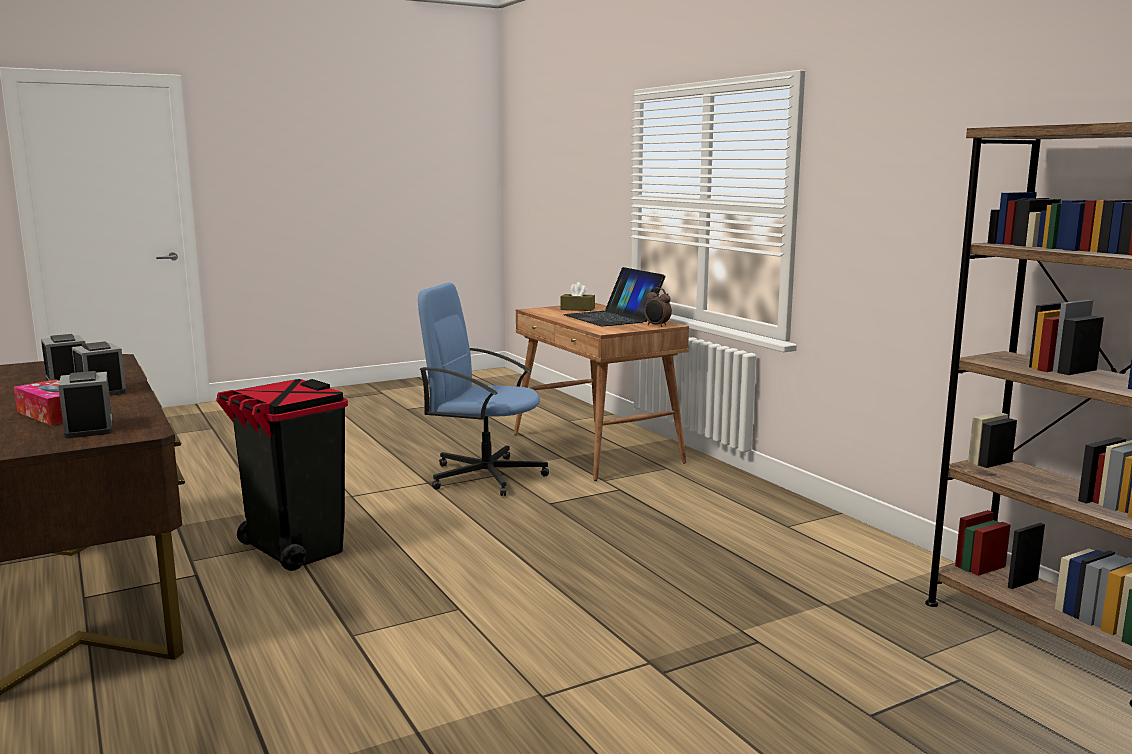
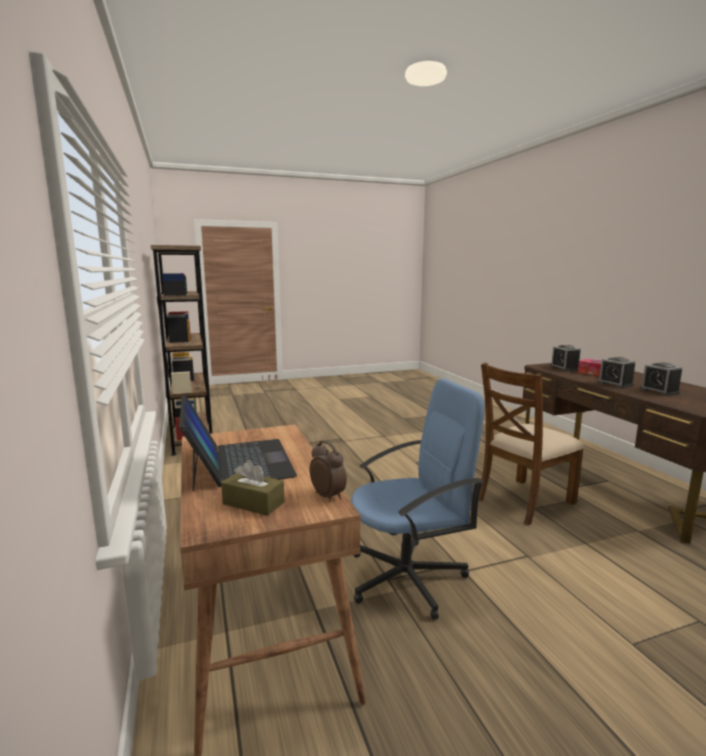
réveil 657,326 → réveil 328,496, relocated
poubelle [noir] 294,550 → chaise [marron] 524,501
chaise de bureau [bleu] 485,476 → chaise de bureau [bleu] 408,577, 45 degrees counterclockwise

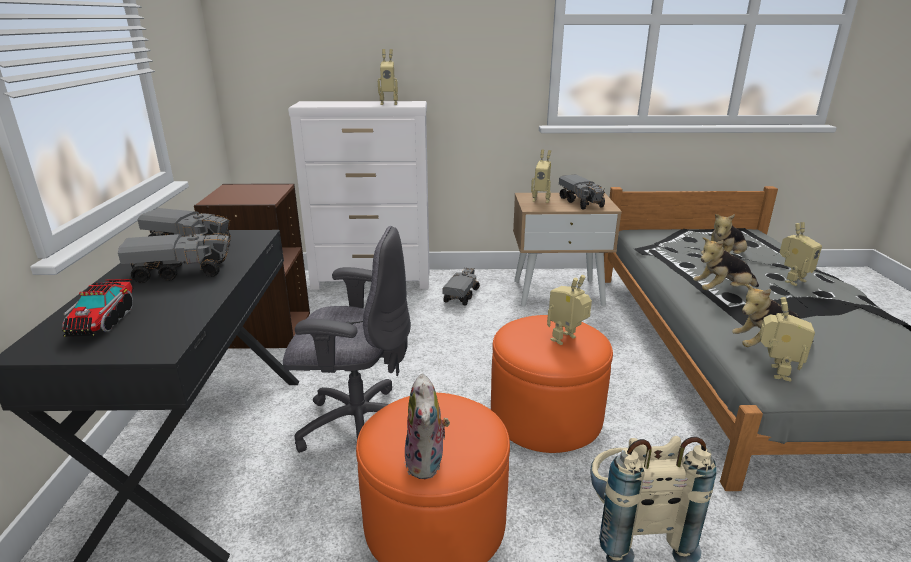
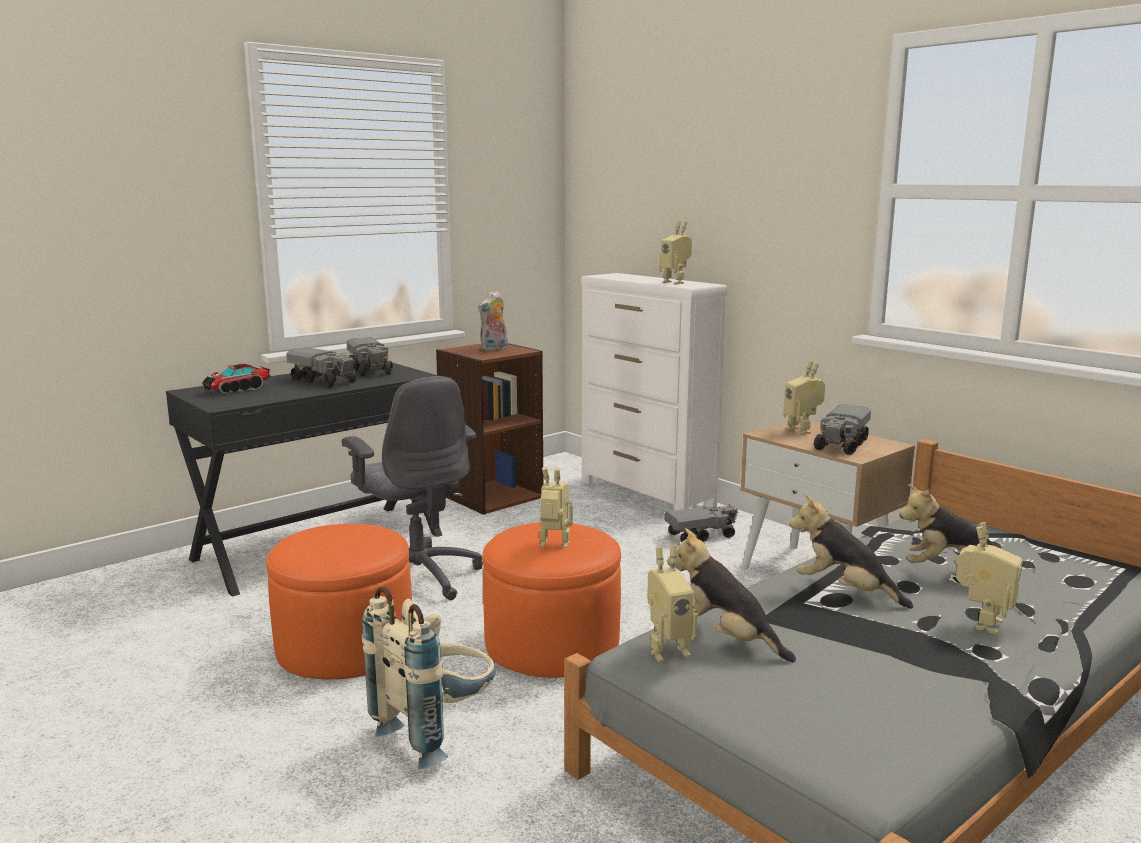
peluche 427,463 → peluche 494,349, relocated
robot jouet 791,280 → robot jouet 982,623, 75 degrees counterclockwise

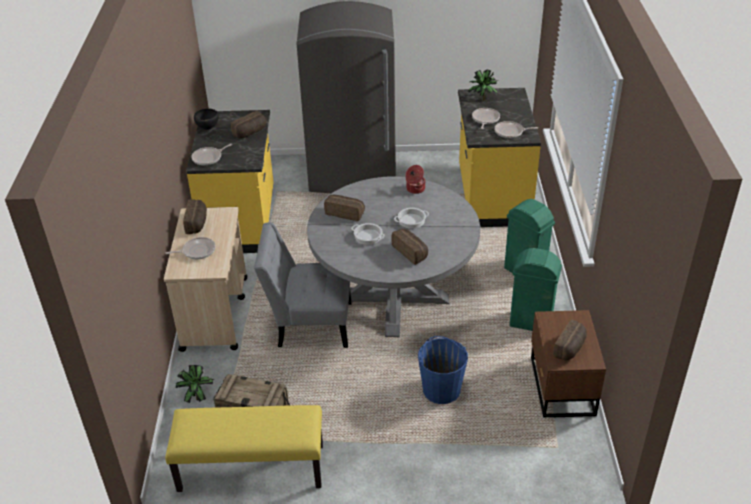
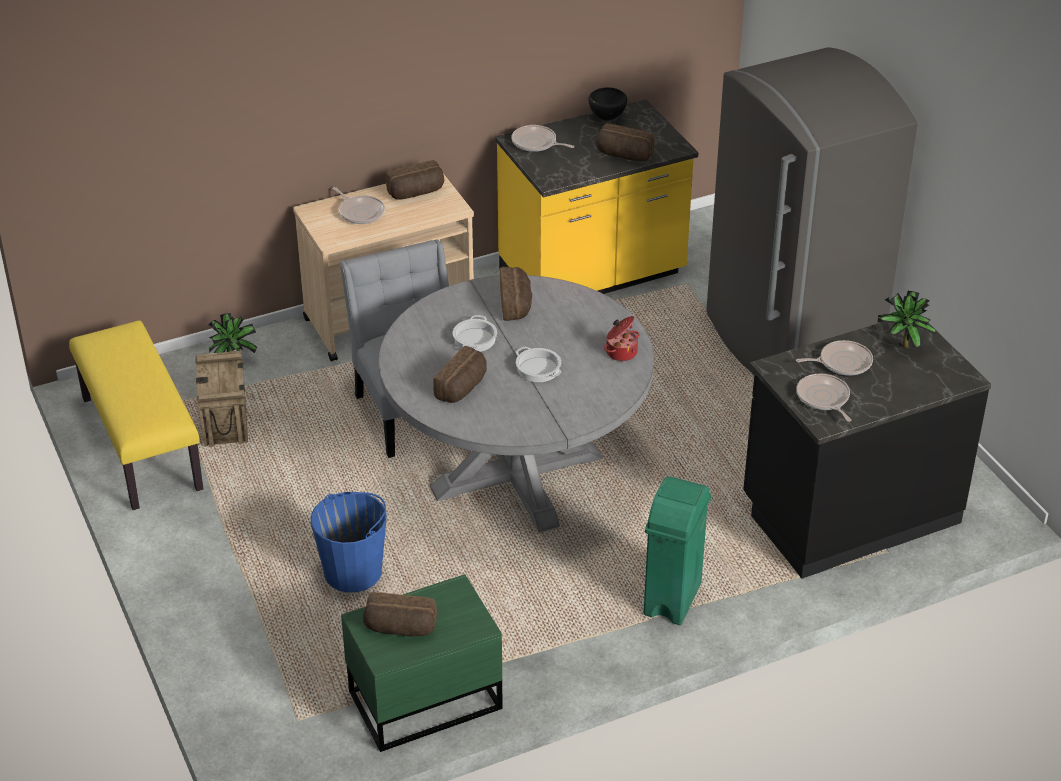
poubelle [vert] 531,323 → -
comptoir de cuisine [jaune] 491,197 → comptoir de cuisine [noir] 849,512
table de chevet [marron] 560,387 → table de chevet [vert] 422,699

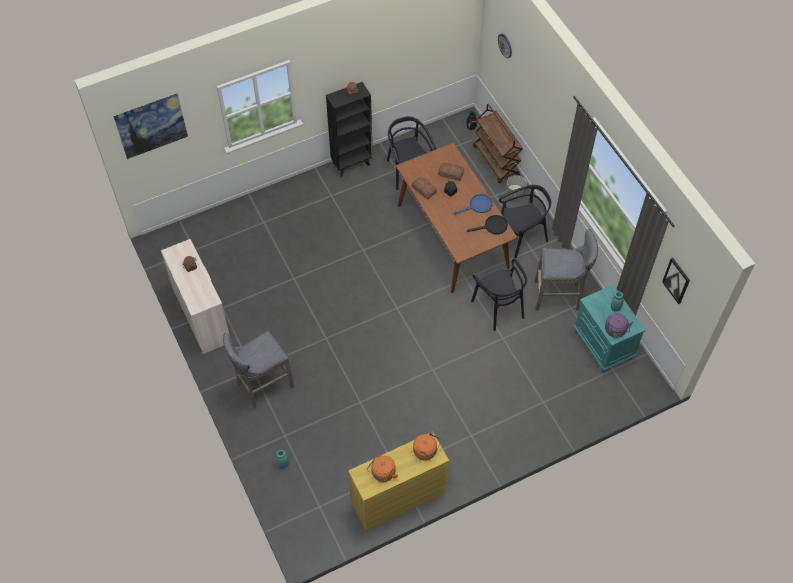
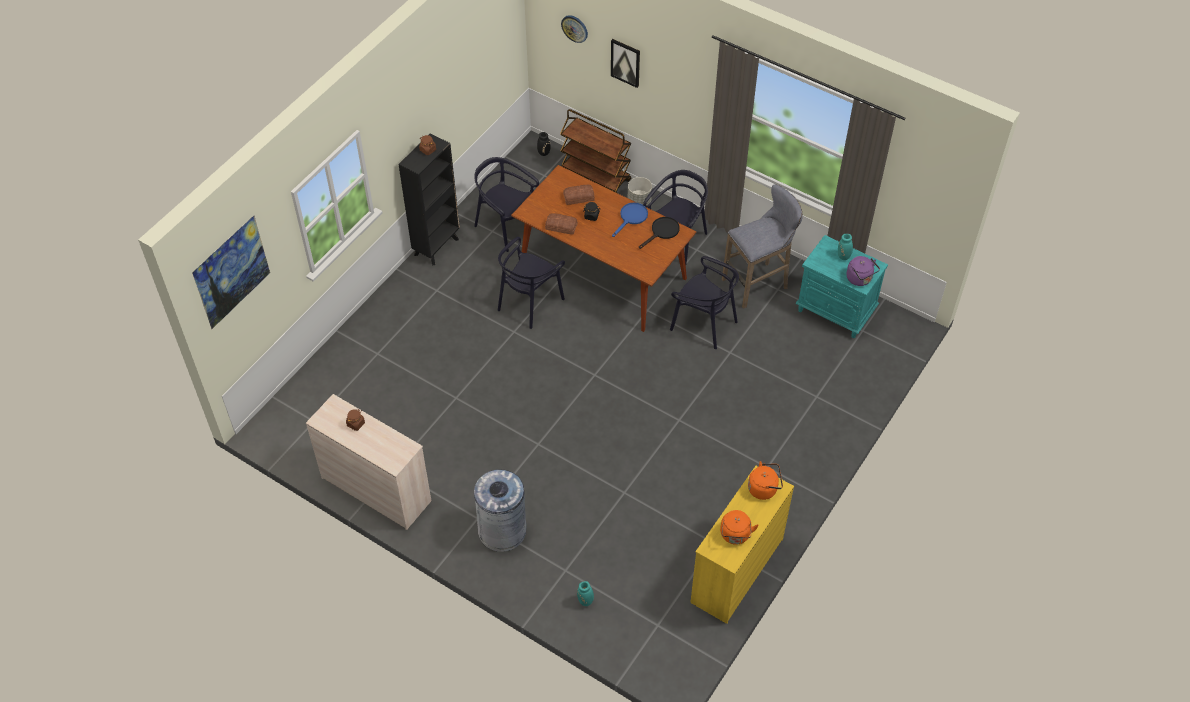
- → chaise [noir] 529,302
tableau 676,280 → tableau 625,62, relocated
tabouret [gris] 262,386 → poubelle [gris] 502,530

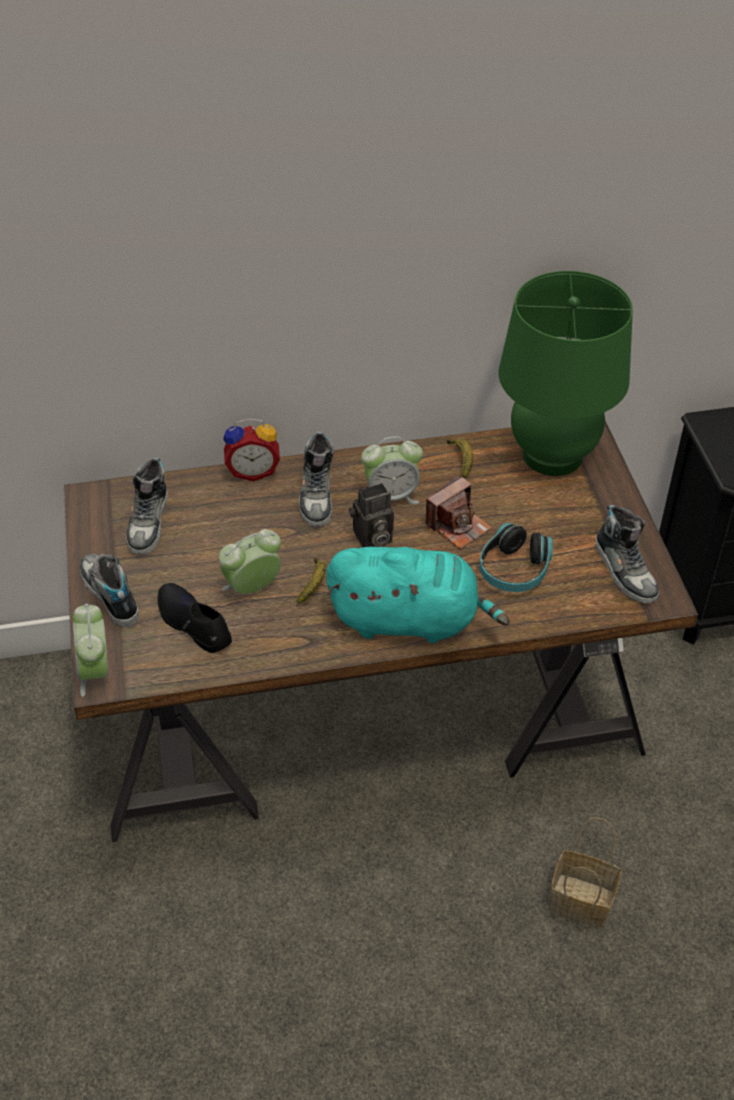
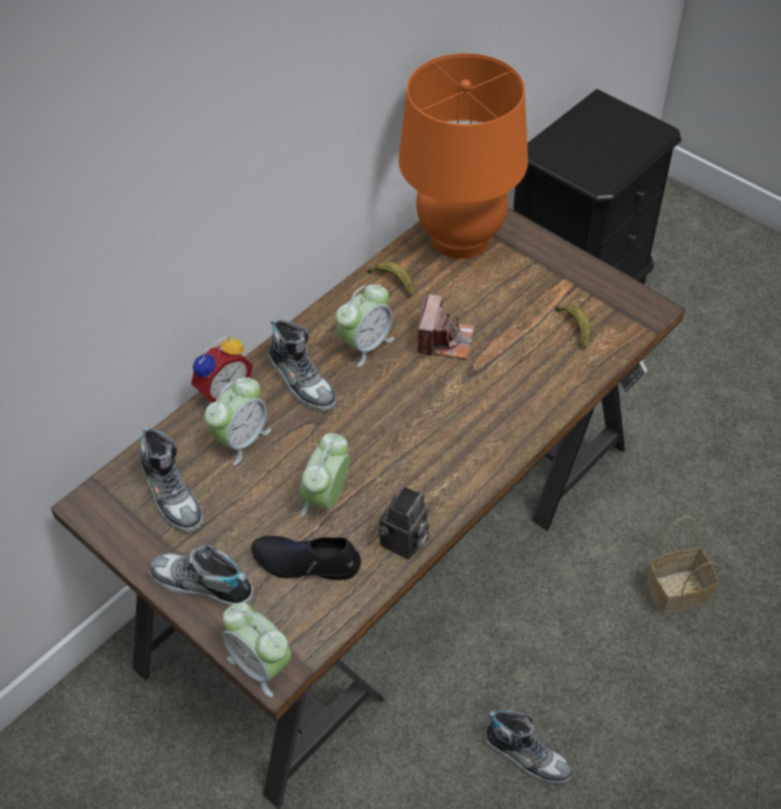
peluche [turquoise] 410,620 → -
casque audio 514,570 → -
- → réveil 242,440
banane 314,584 → banane 575,328, relocated
appareil photo 371,539 → appareil photo 405,543, relocated
chaussure 625,571 → chaussure 527,755, relocated
lampe de table [vert] 552,455 → lampe de table [orange] 460,238

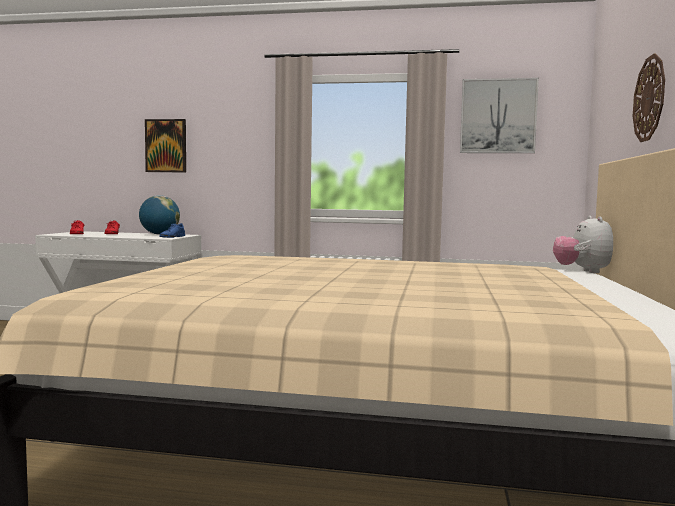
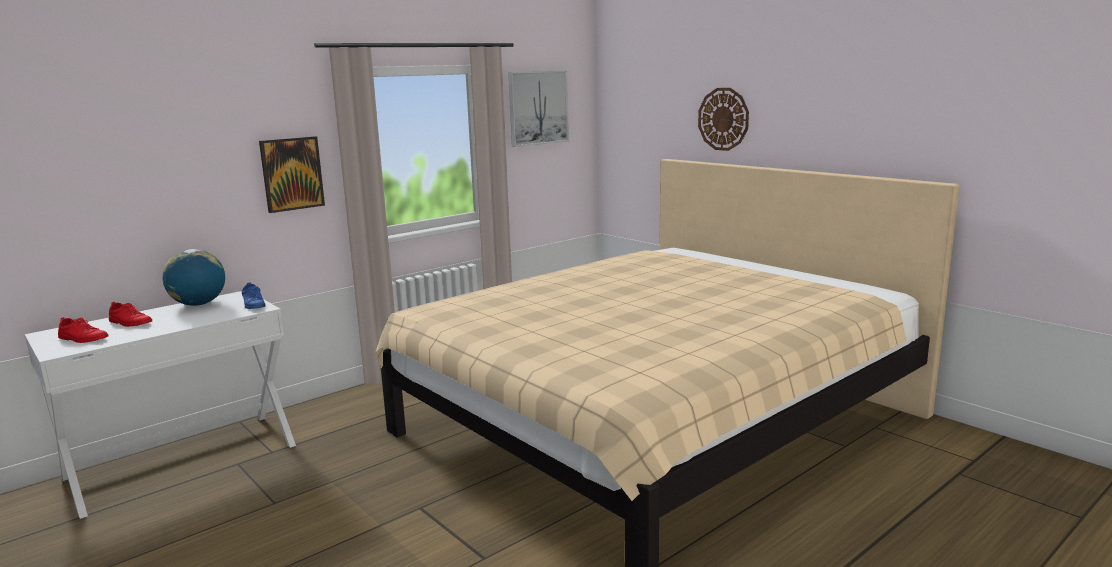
peluche 583,271 → -
tableau 166,146 → tableau 292,174, relocated

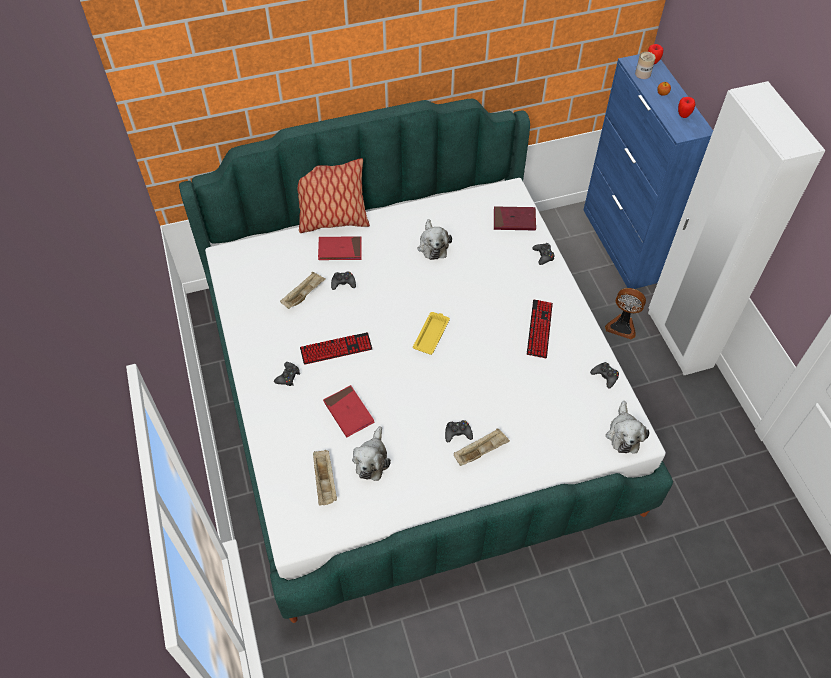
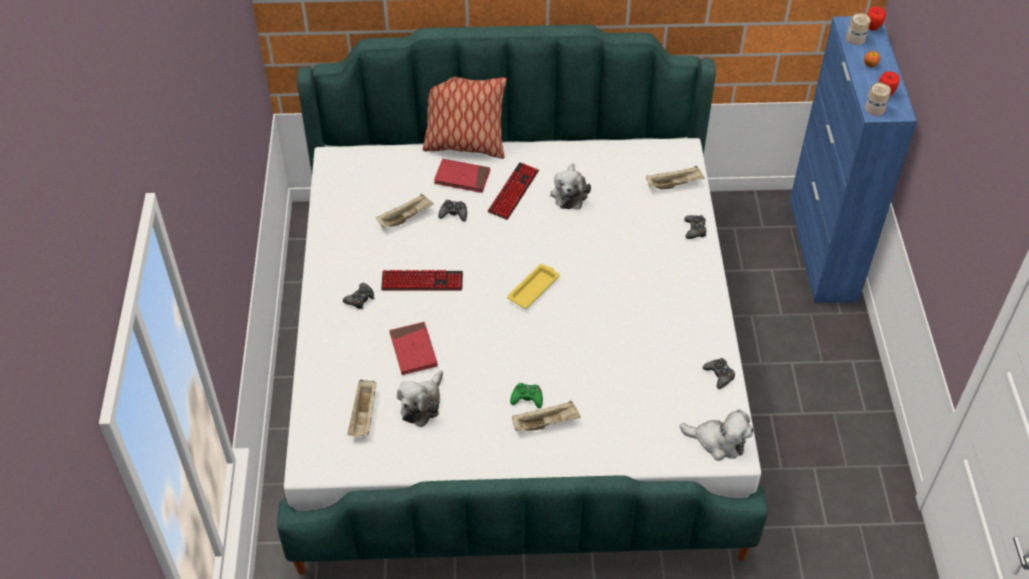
ventilateur 622,326 → -
armoire [blanc] 678,340 → -
- → boîte métallique 875,109
clavier 539,329 → clavier 513,192, relocated
livre [rouge] 514,220 → plateau [beige] 674,184
manette [noir] 458,433 → manette [vert] 527,398
peluche 624,434 → peluche 718,441, 90 degrees counterclockwise

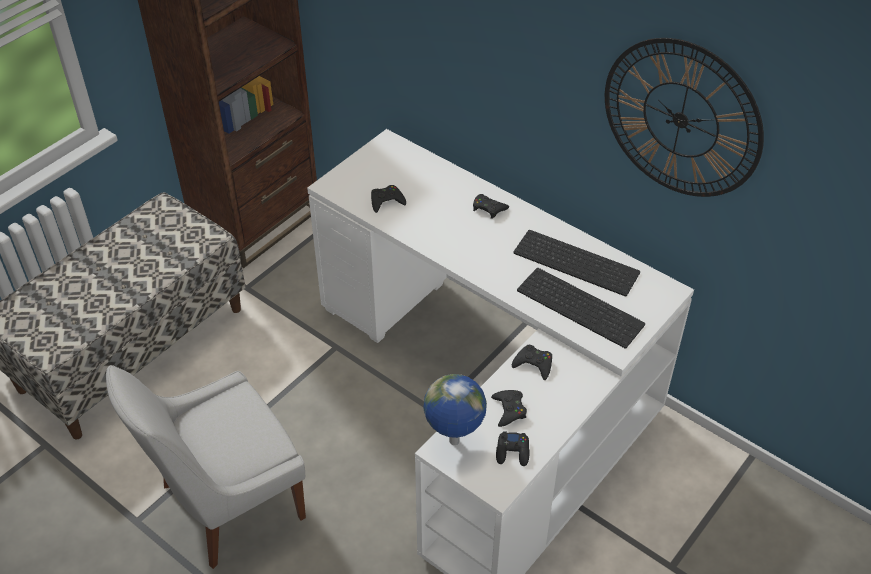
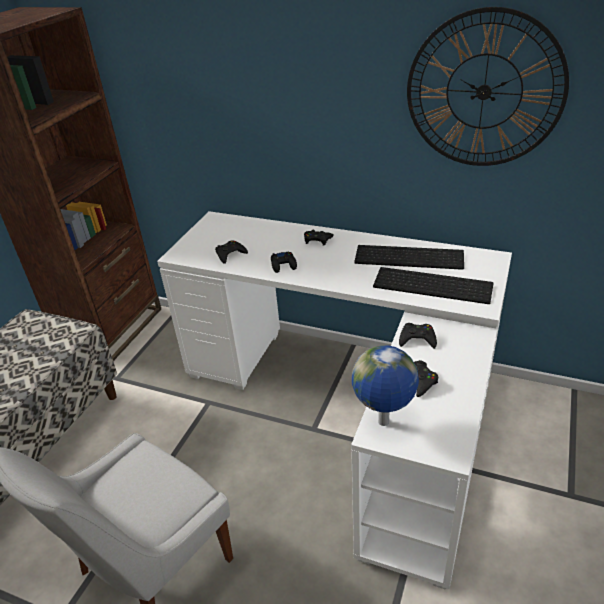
manette [noir] 513,452 → manette [noir] 283,265, relocated

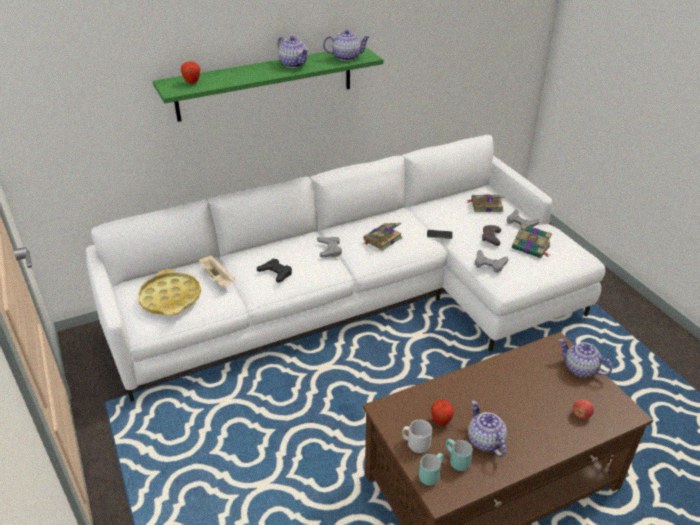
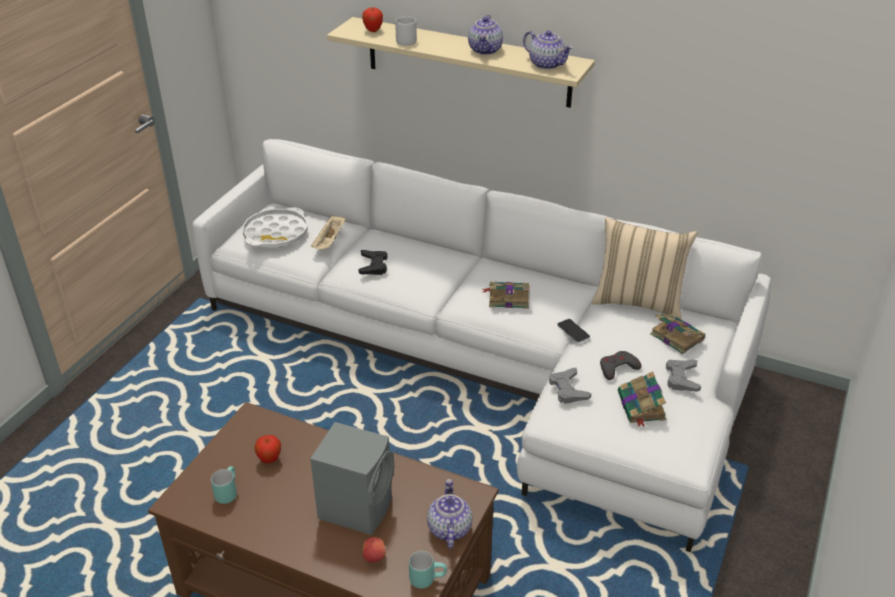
manette [gris] 329,249 → -
théière 484,441 → -
- → enceinte [gris] 357,506
- → coussin [beige] 638,302
mug [gris] 416,443 → mug [gris] 405,40, relocated
mug [turquoise] 430,474 → mug [turquoise] 427,578, relocated
plateau [jaune] 170,298 → plateau [blanc] 276,234
étagère [vert] 265,83 → étagère [beige] 468,62

